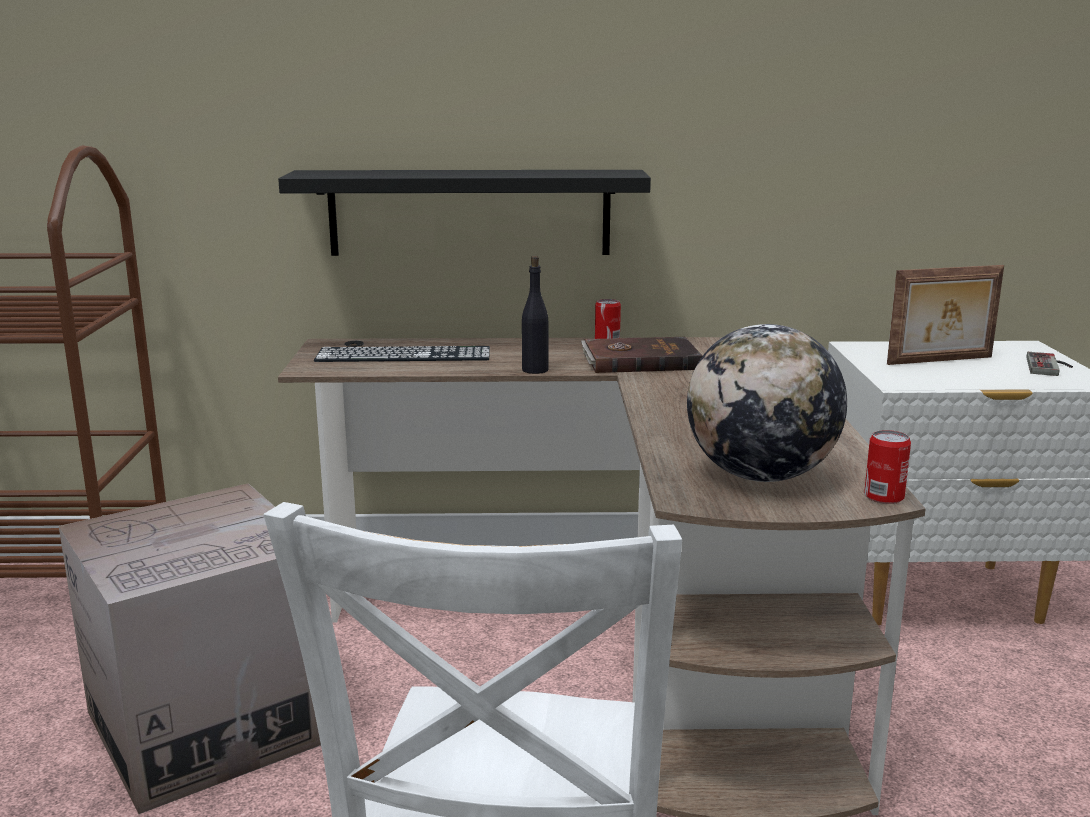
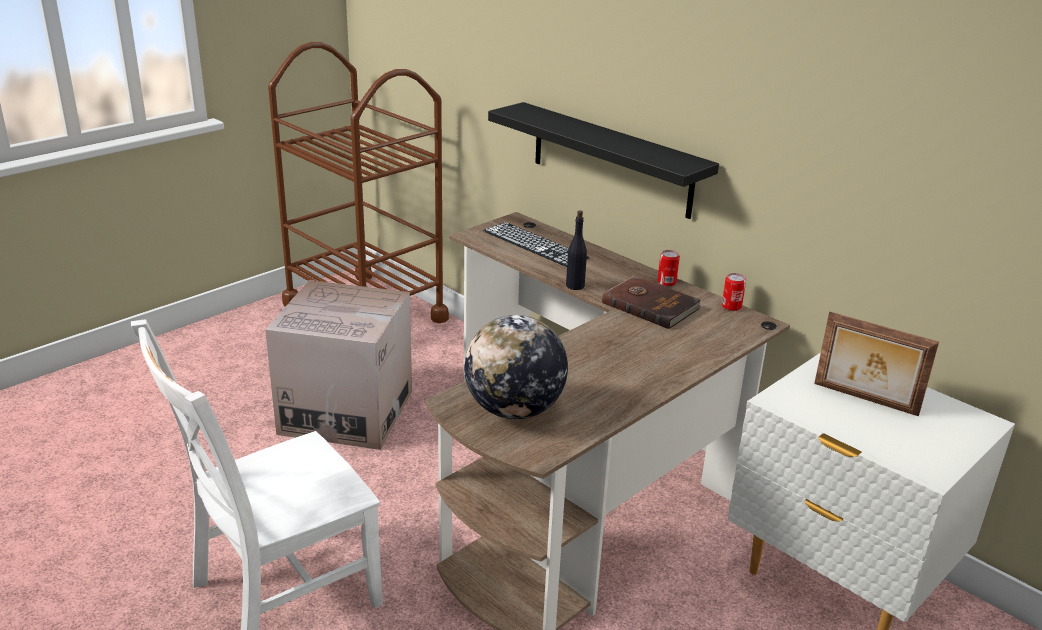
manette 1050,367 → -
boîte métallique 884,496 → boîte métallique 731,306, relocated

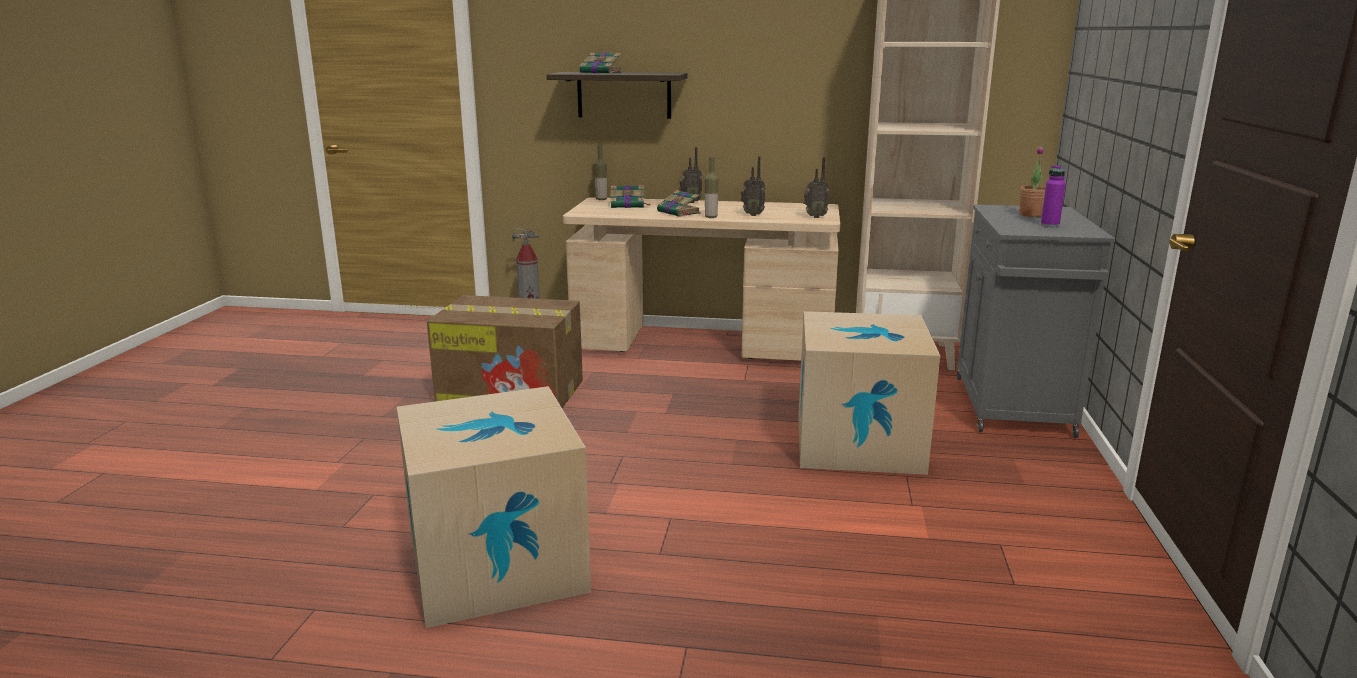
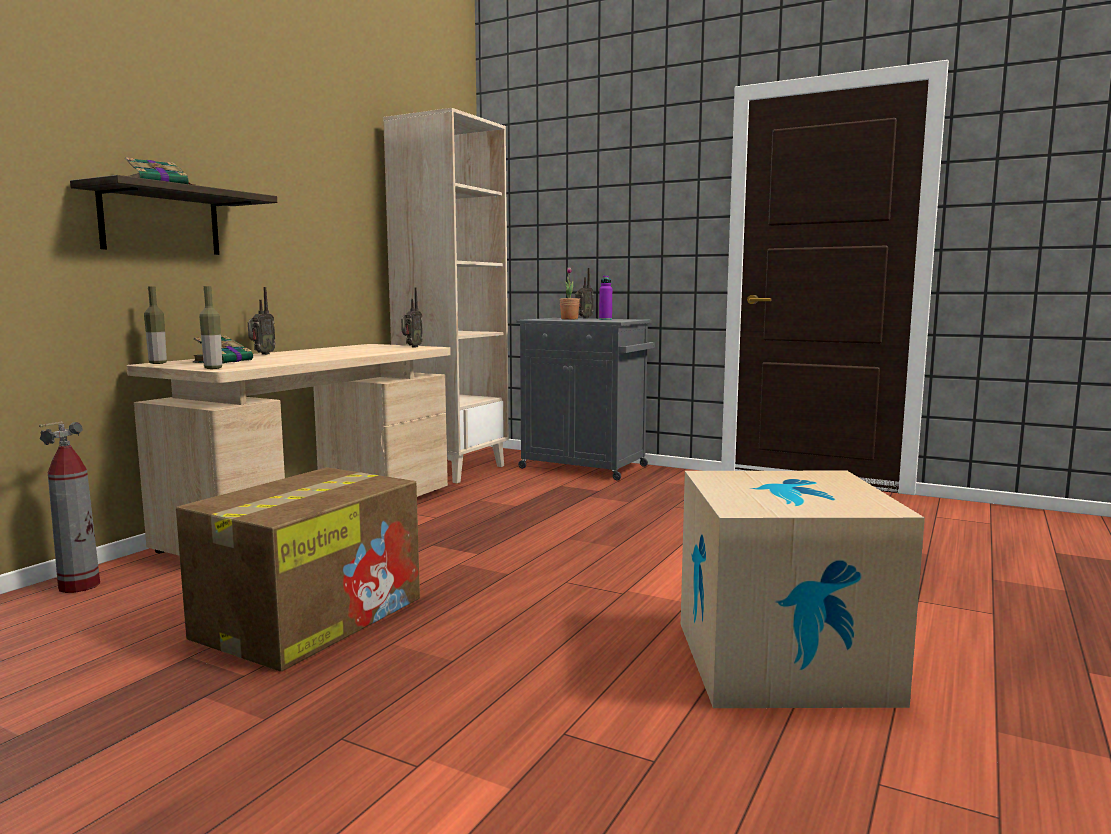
livre 679,212 → -
carton 858,443 → -
bouteille 711,217 → bouteille 213,368, relocated
radio 753,215 → radio 583,318, relocated

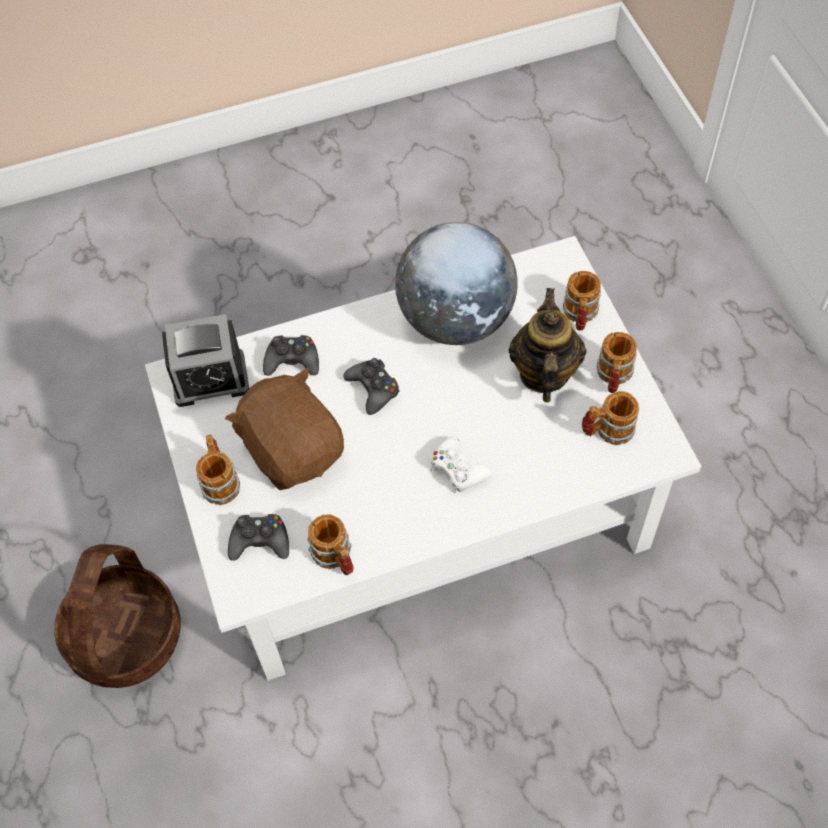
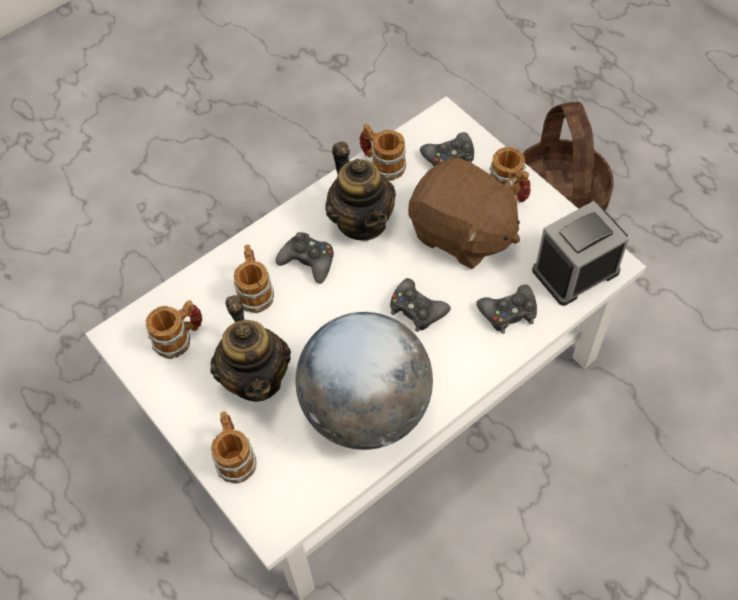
- → théière 362,221
mug 613,377 → mug 255,290, relocated
manette [blanc] 458,469 → manette [noir] 308,261

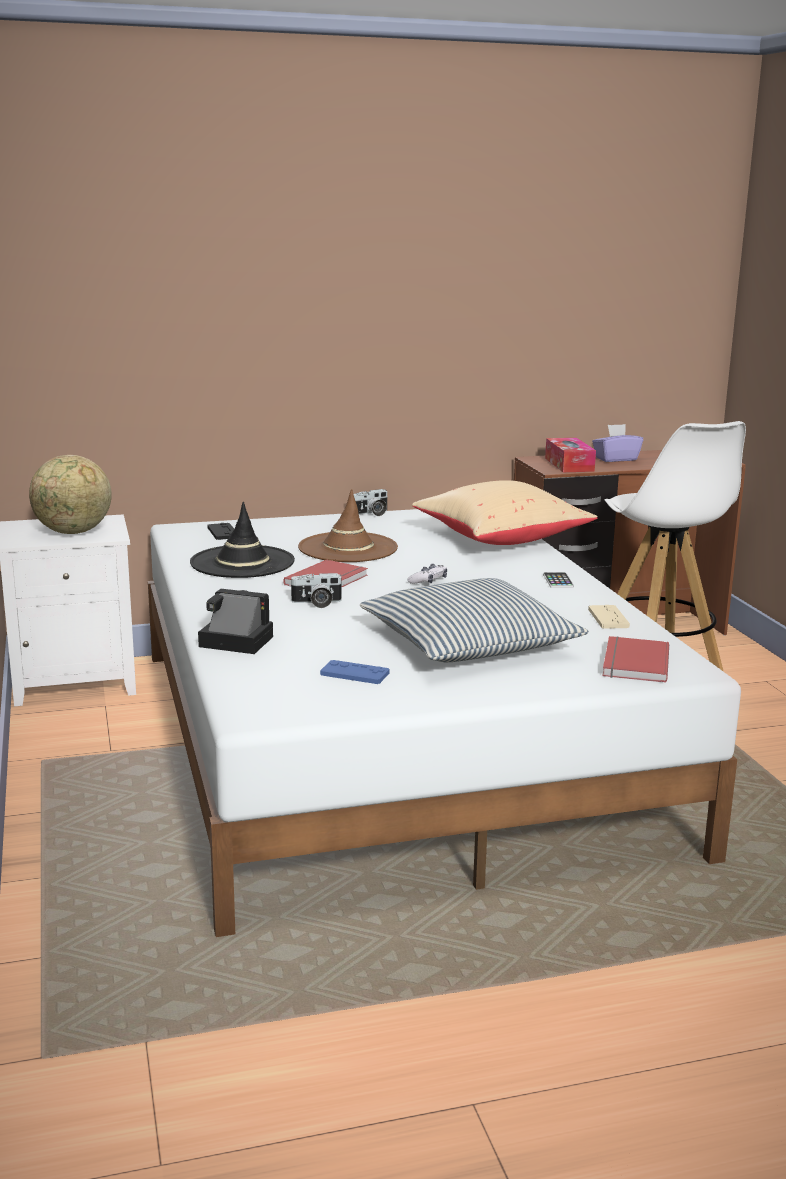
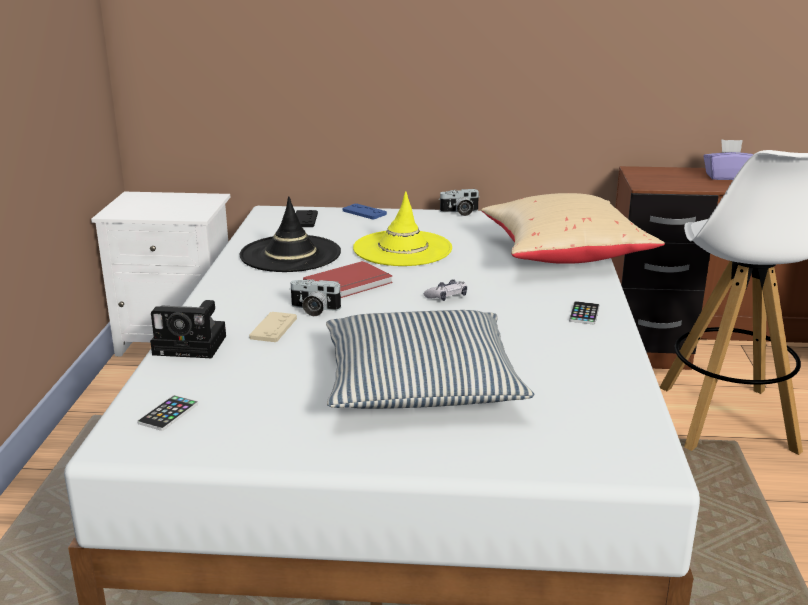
globe 73,532 → -
boîte à mouchoirs 569,464 → -
livre [rouge] 633,663 → -
- → téléphone 168,413
manette [bleu] 354,673 → manette [bleu] 364,212, relocated
manette [beige] 608,618 → manette [beige] 273,328, relocated
chapeau [marron] 348,548 → chapeau [jaune] 402,249
appareil photo 232,641 → appareil photo 193,345, 150 degrees clockwise

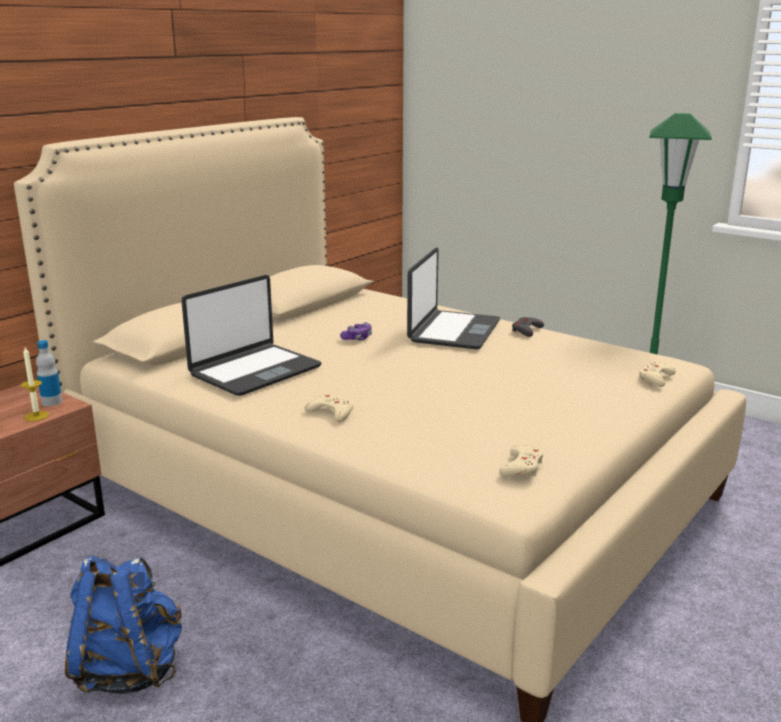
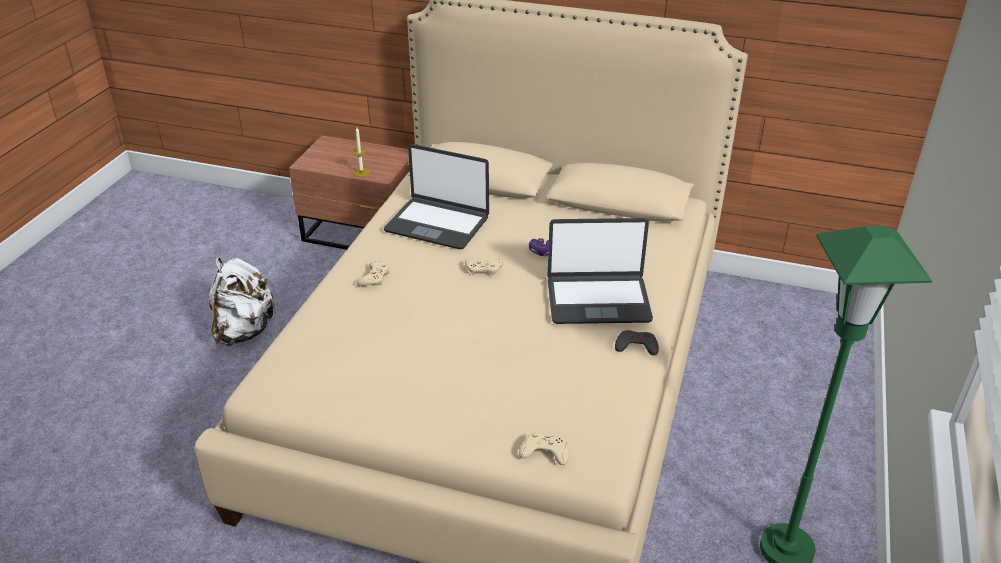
bouteille 52,402 → -
manette [beige] 522,467 → manette [beige] 483,269, relocated
sac à dos [bleu] 129,670 → sac à dos [blanc] 244,330

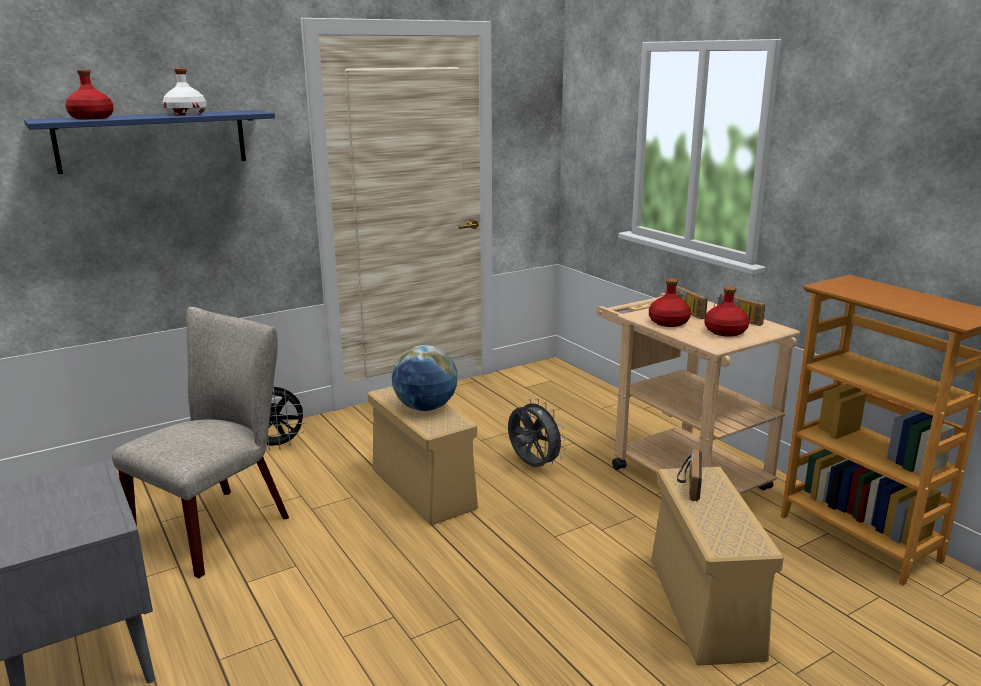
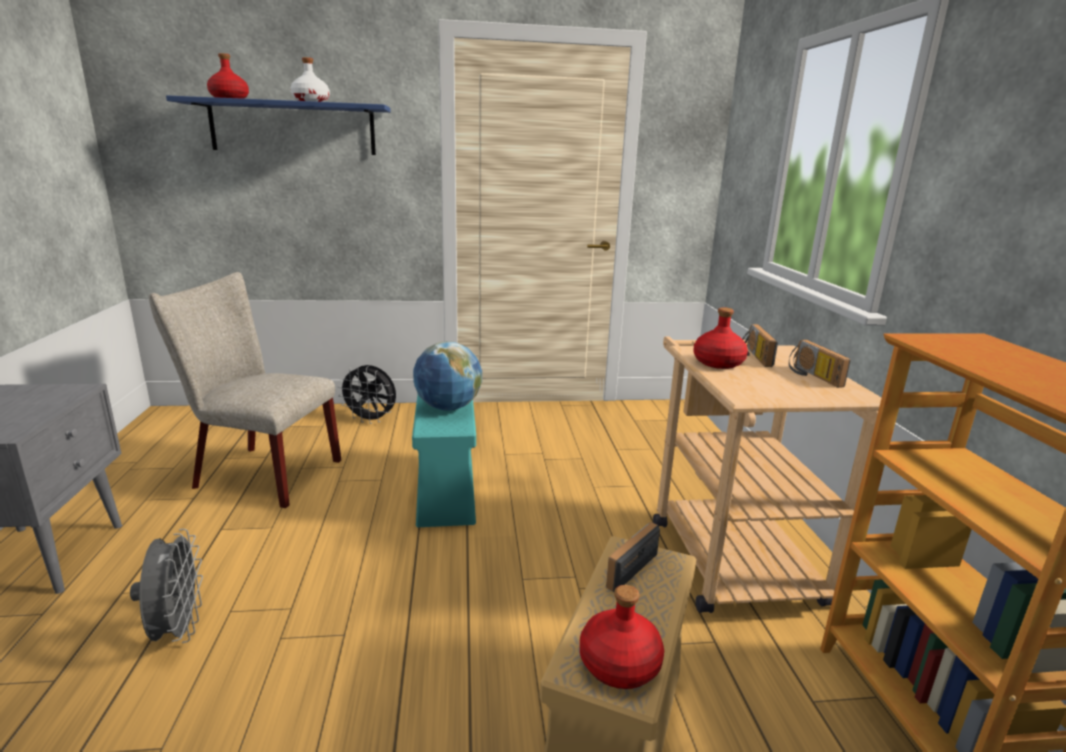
ventilateur [gris] 532,466 → ventilateur [gris] 178,630, relocated
bouteille [rouge] 724,331 → bouteille [rouge] 618,663, relocated
boîte de rangement [beige] 424,490 → boîte de rangement [turquoise] 446,491
chaise [beige] 220,525 → chaise [beige] 260,473, 135 degrees counterclockwise

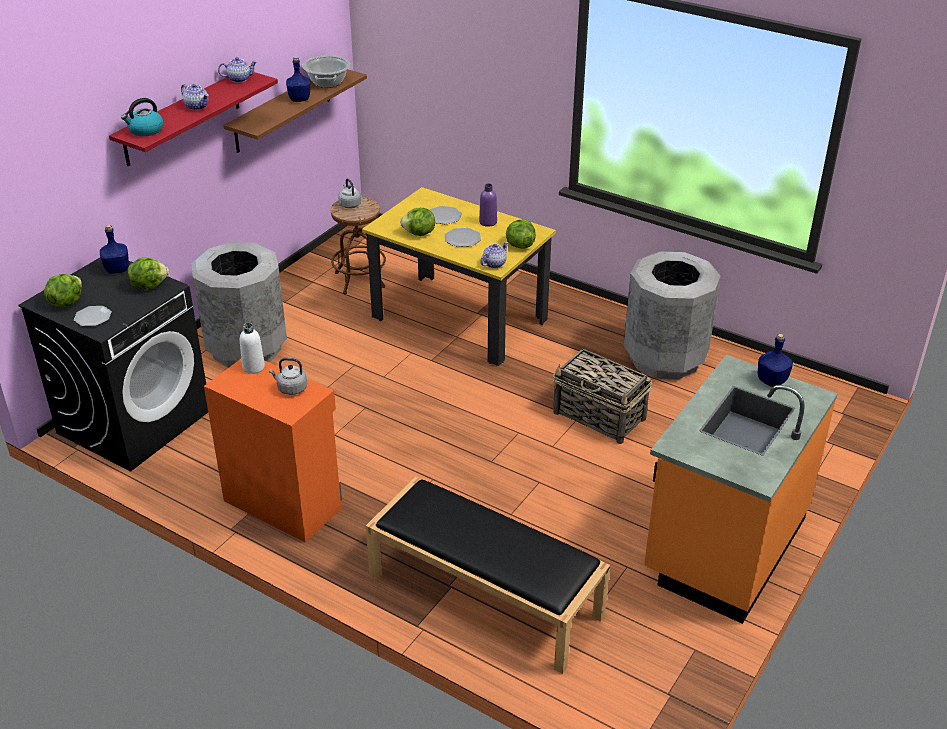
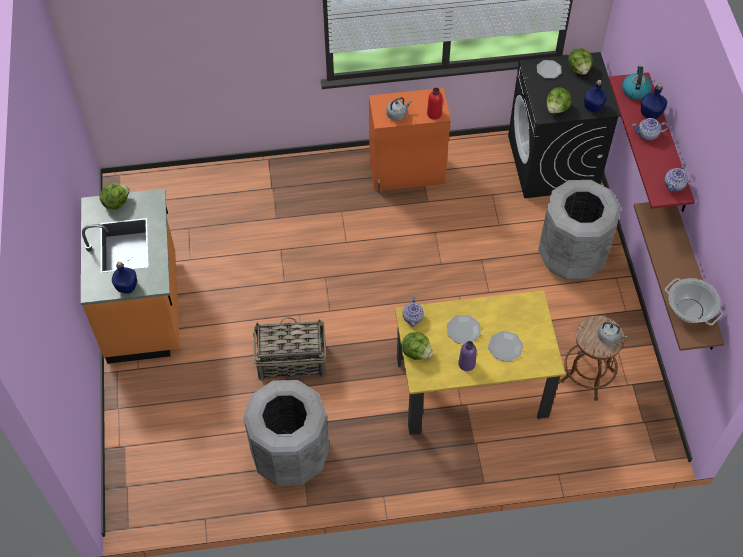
banc [noir] 483,595 → -
bouteille [bleu] 300,99 → bouteille [bleu] 650,114, relocated
laitue 419,234 → laitue 116,202, relocated
bouteille [blanc] 253,367 → bouteille [rouge] 434,114

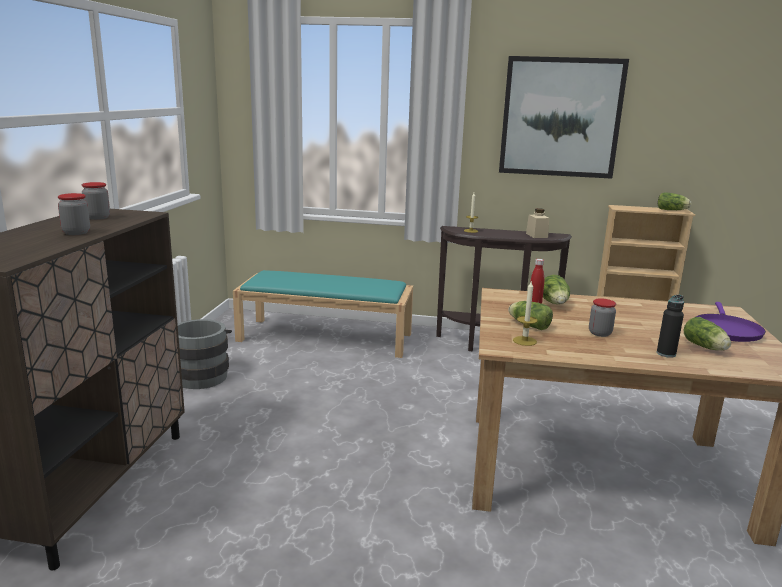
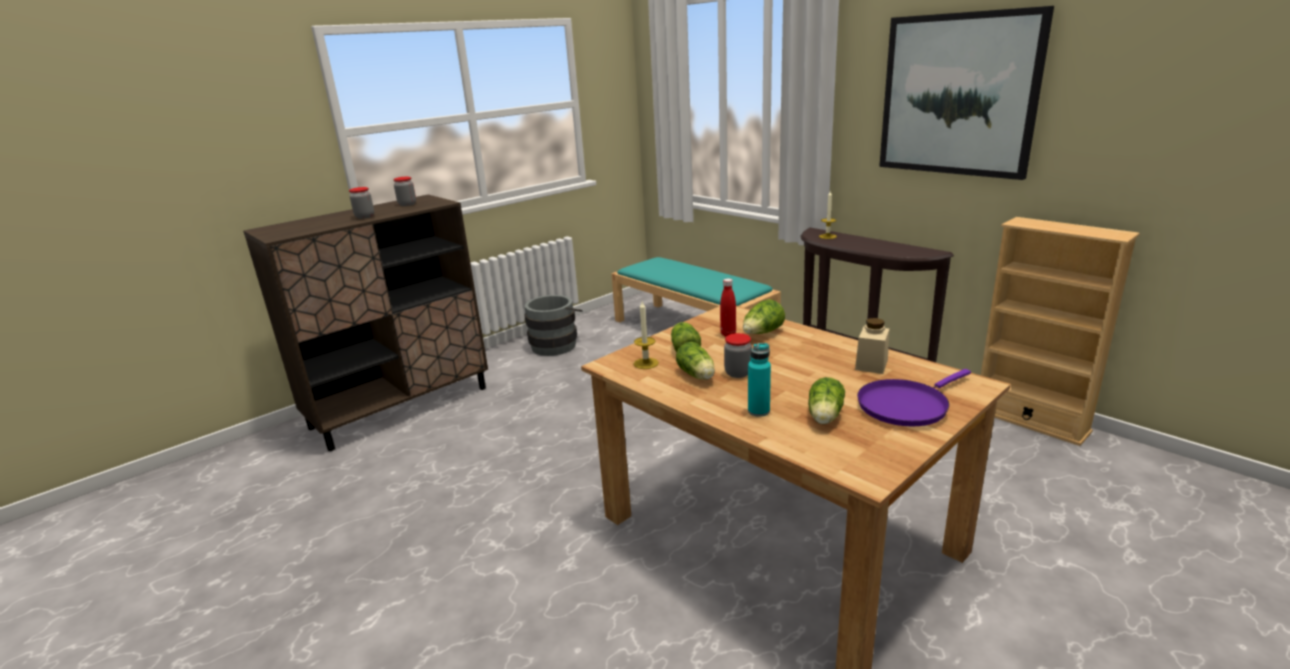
bocal [beige] 536,235 → bocal [beige] 871,364, relocated
laitue 673,210 → laitue 697,376, relocated
bouteille [noir] 666,354 → bouteille [turquoise] 758,411

